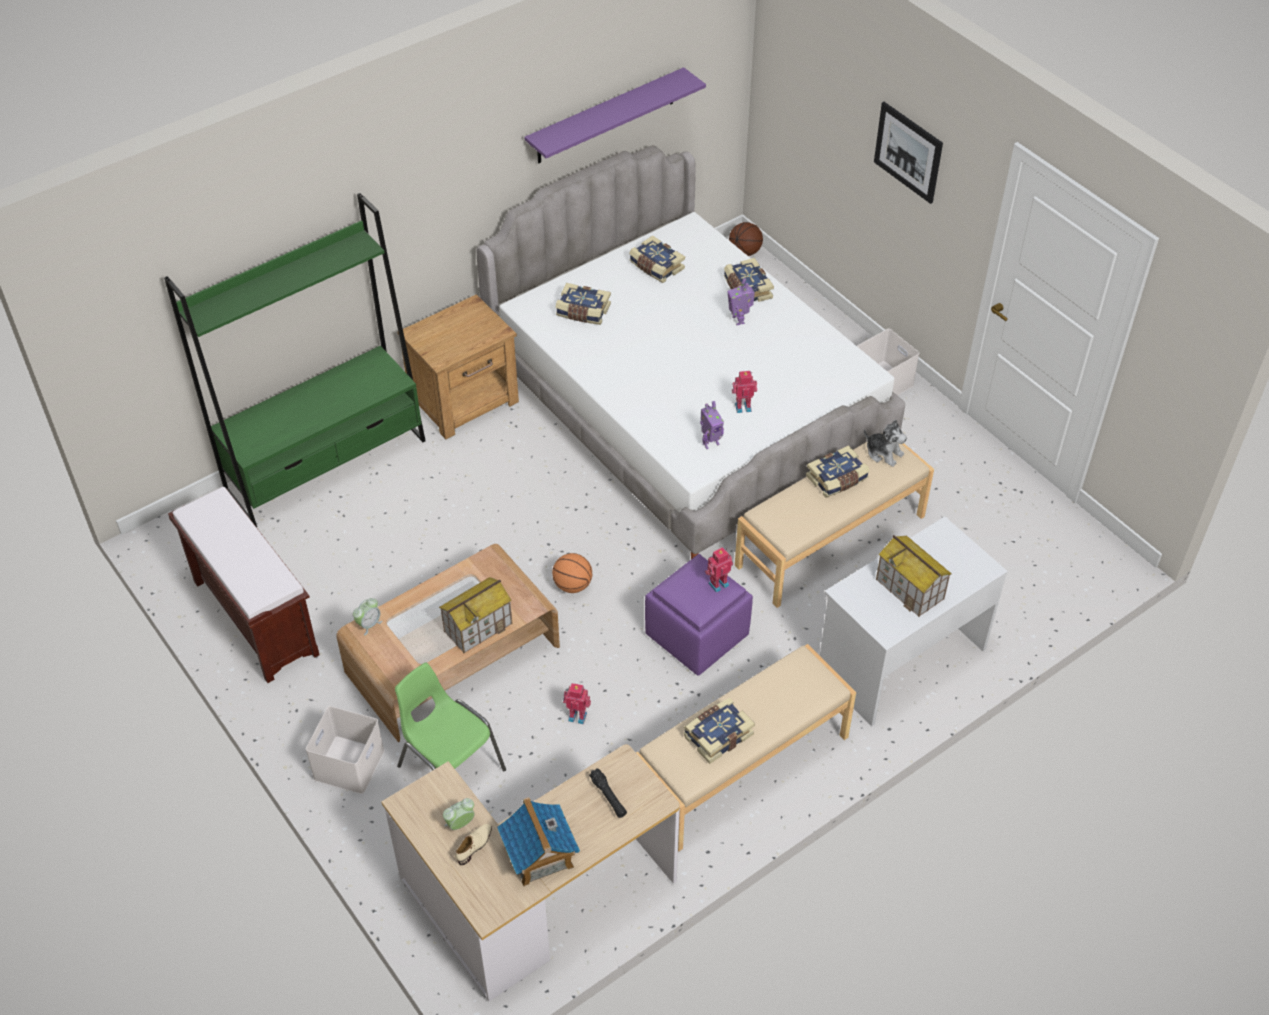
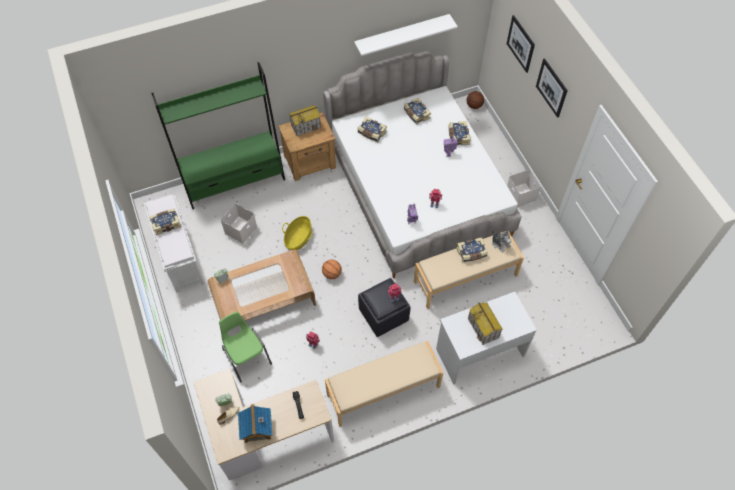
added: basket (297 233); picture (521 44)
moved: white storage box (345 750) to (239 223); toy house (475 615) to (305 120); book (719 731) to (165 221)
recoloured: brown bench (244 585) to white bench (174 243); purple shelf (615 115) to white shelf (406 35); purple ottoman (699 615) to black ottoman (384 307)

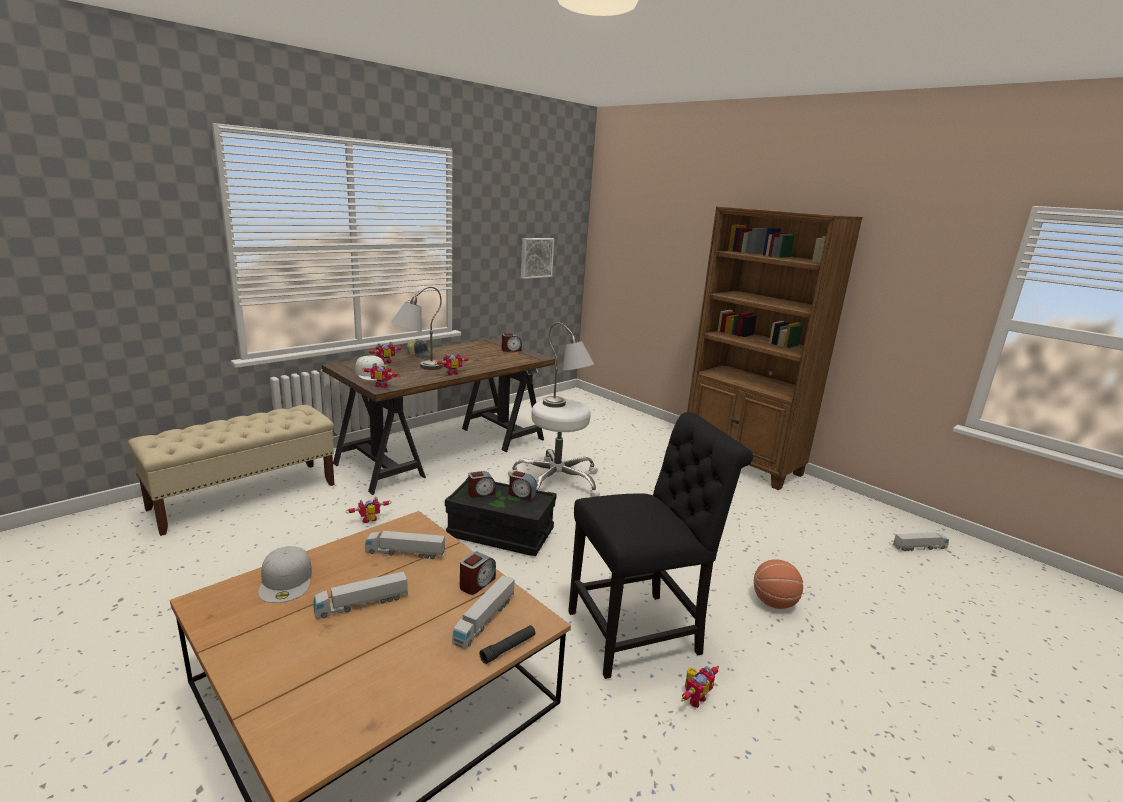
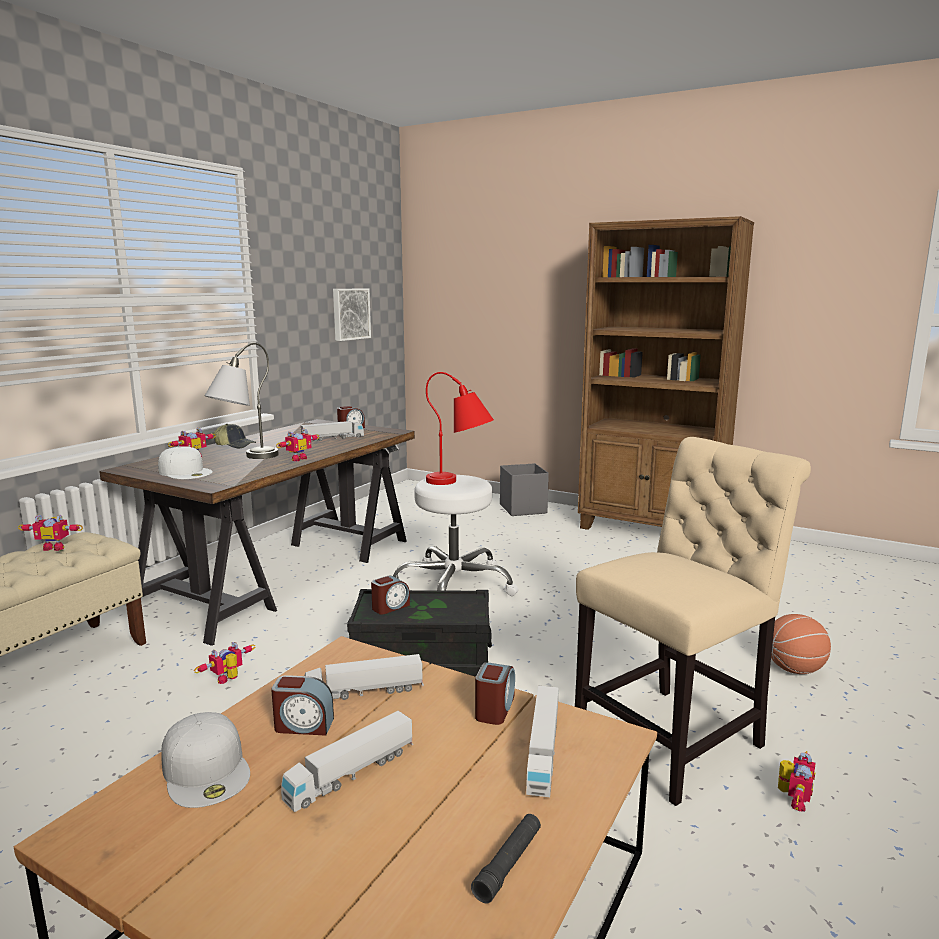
added: grey storage box (524 489)
moved: toy robot (381 375) to (50 533); black flashlight (507 644) to (506 859); alarm clock (523 485) to (302 705); toy truck (921 541) to (332 431)
recoloured: grey table lamp (568 365) to red table lamp (460 428); black chair (660 545) to beige chair (693 621)

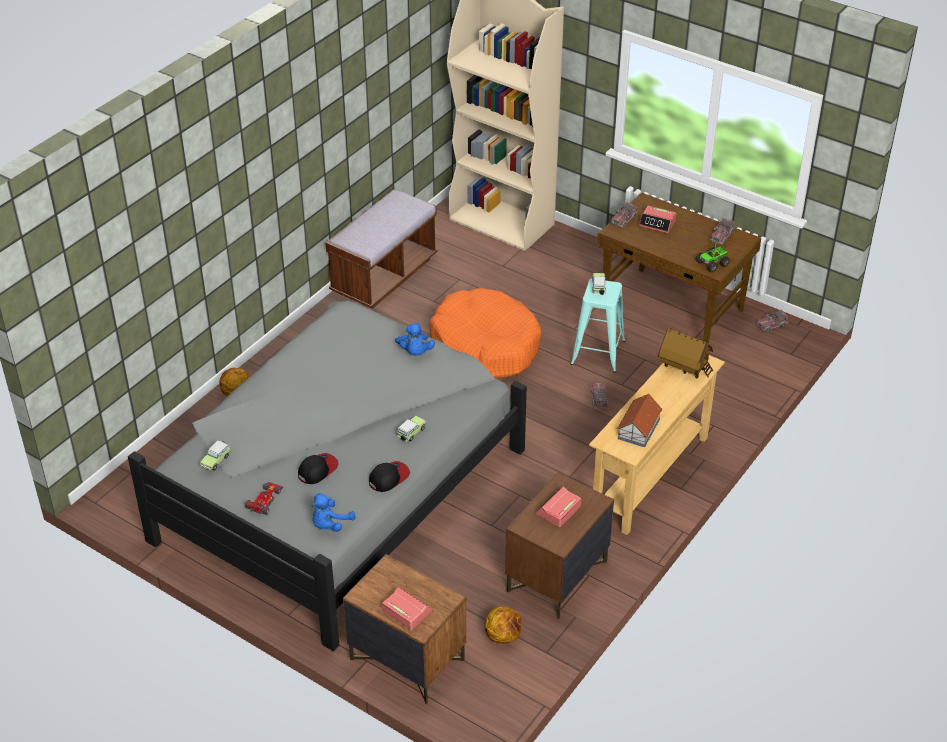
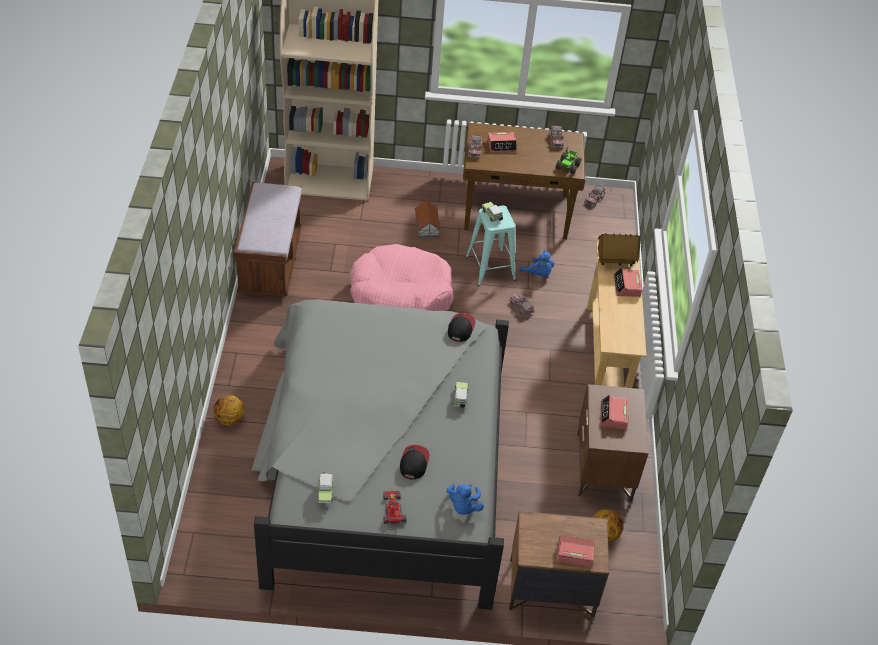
added: alarm clock (628 282)
moved: cap (389 476) to (461 327); blue plush toy (415 339) to (537 263); toy house (639 420) to (427 219)
recoloured: orange dog bed (485 333) to pink dog bed (401 277)

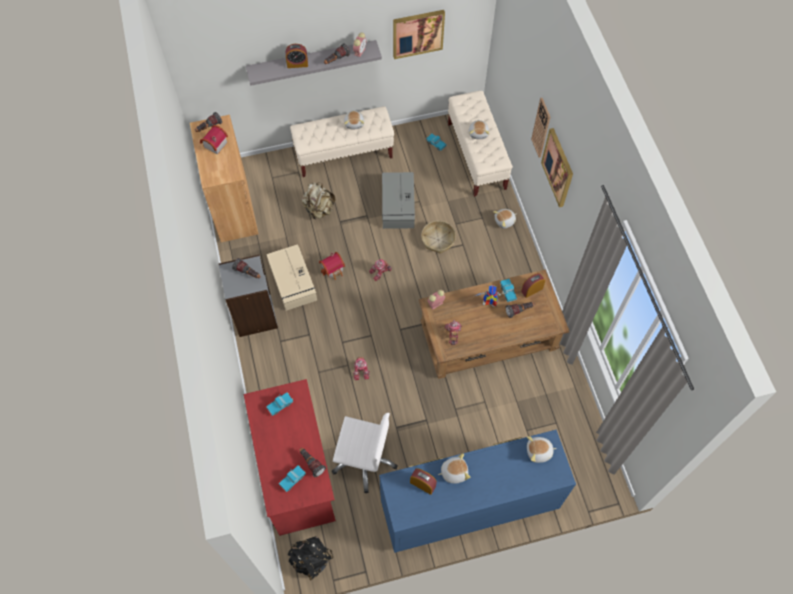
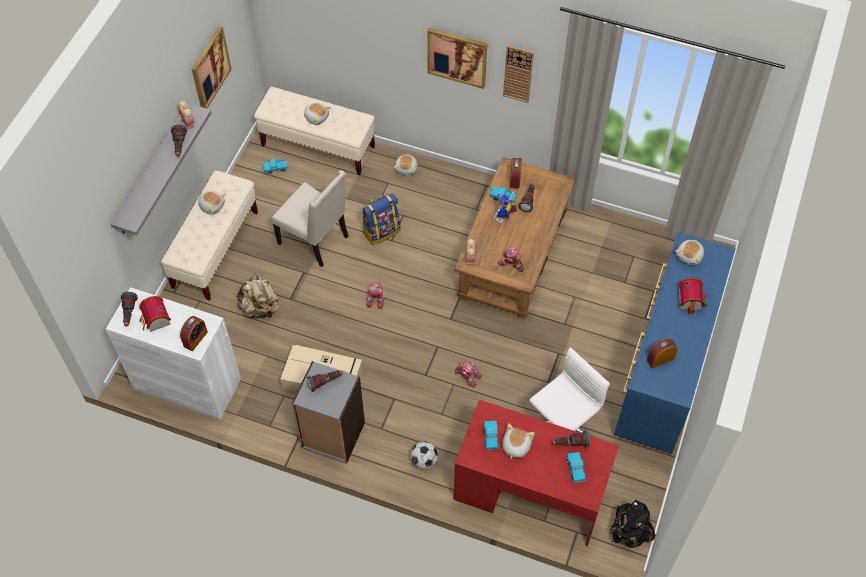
added: football (424 455)
moved: alarm clock (297 56) to (194 333); toy house (332 266) to (693 296); plush toy (454 468) to (518 441); wall clock (540 128) to (518 74)
replaced: grey storage box (398 200) to beige chair (310 218); basket (438 237) to backpack (381 219)
recoloured: brown cabinet (224 178) to white cabinet (173 353)

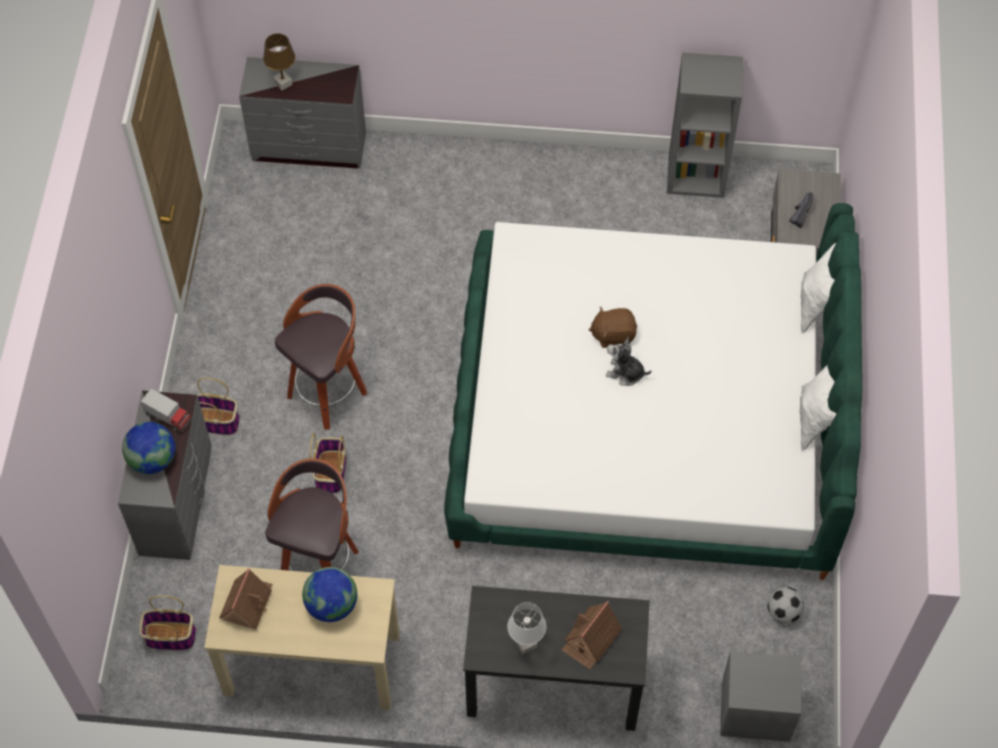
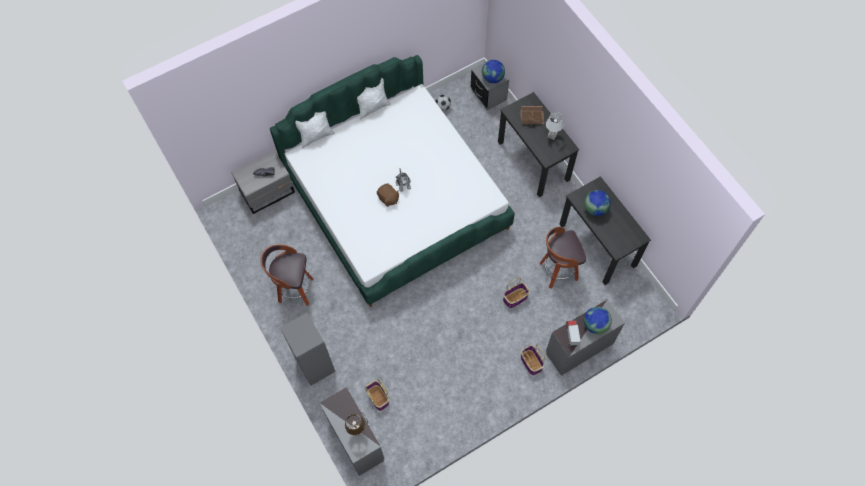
removed: toy house (246 598)
added: globe (493 71)
moved: basket (167 623) to (377 395); stool (321 357) to (287 275); grey bookcase (705 125) to (308 349)
recoloured: beige desk (301 637) to black desk (605 230)

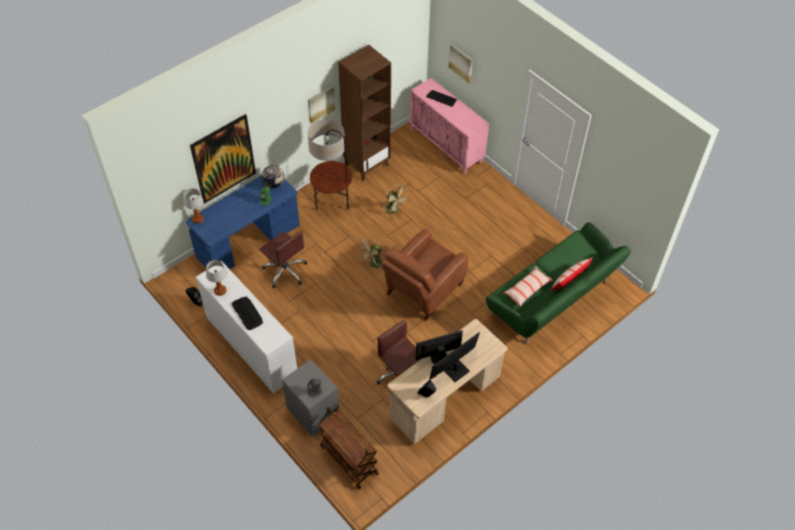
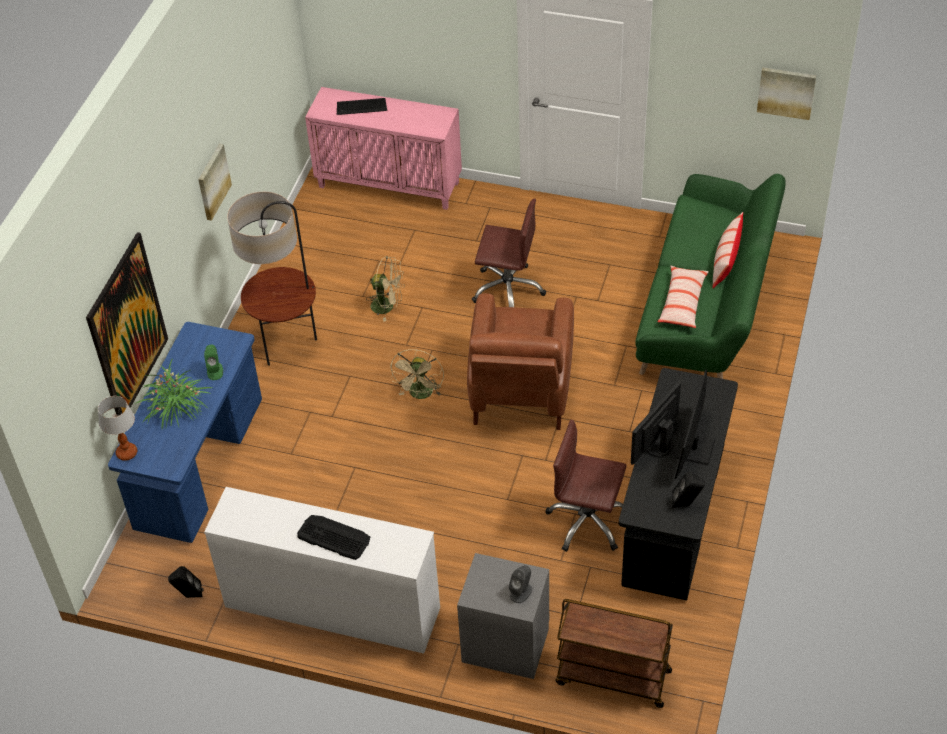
removed: table lamp (216 278); globe (273 176); brown bookcase (364 113)
added: potted plant (173 393)
moved: brown office chair (283 259) to (509 253); picture (461 63) to (786 93)
recoloured: beige desk (447 381) to black desk (678 484)

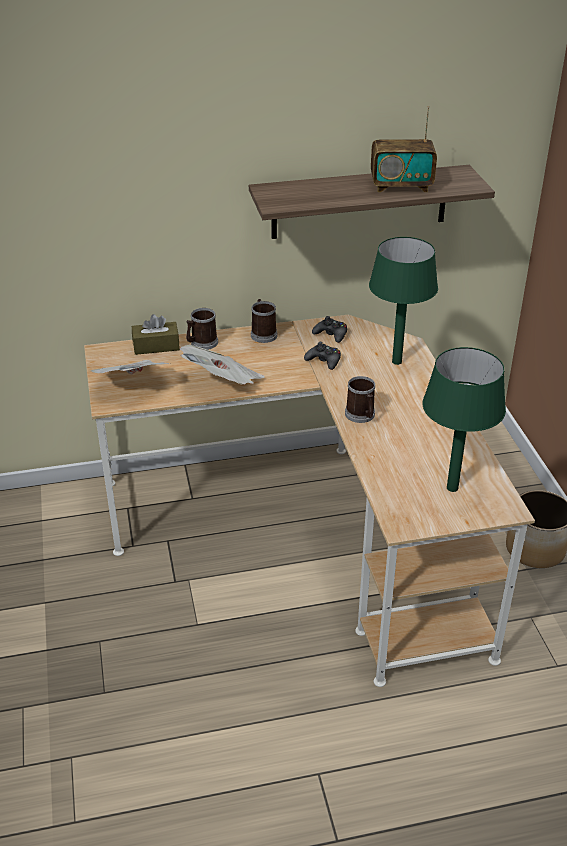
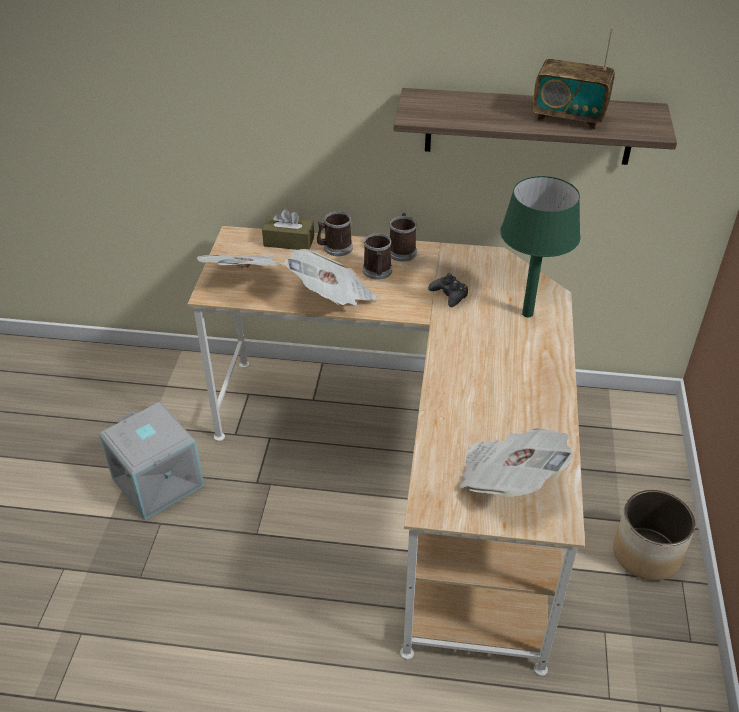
removed: black game controller (329 329)
added: grey storage box (151 461)
moved: mug (360 399) to (377 256)
replaced: green table lamp (464 419) to newspaper (516 462)

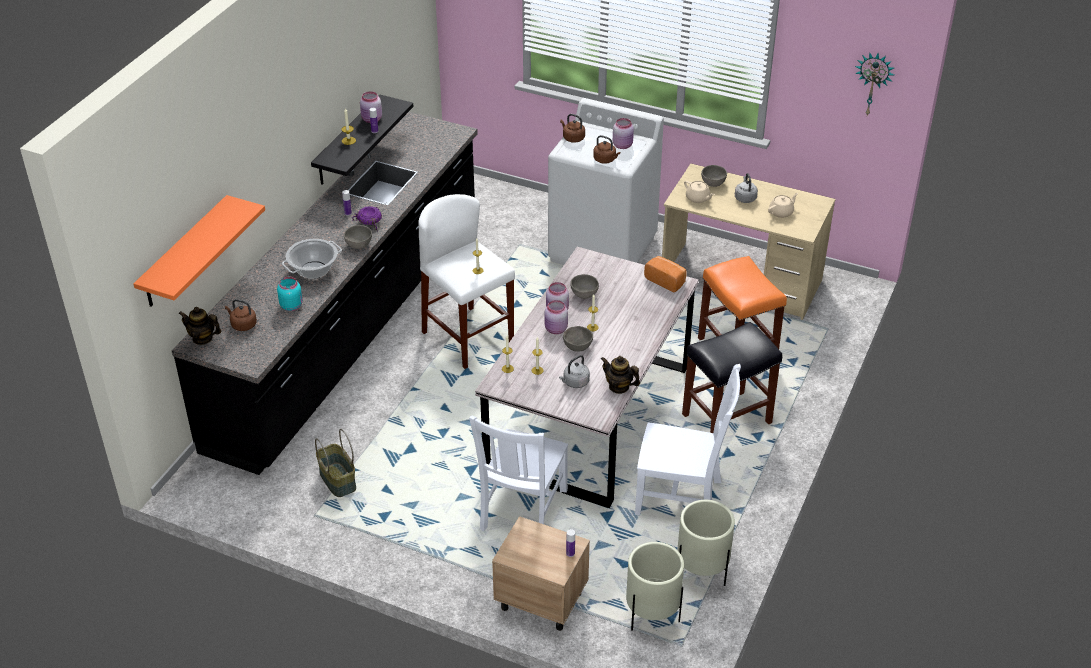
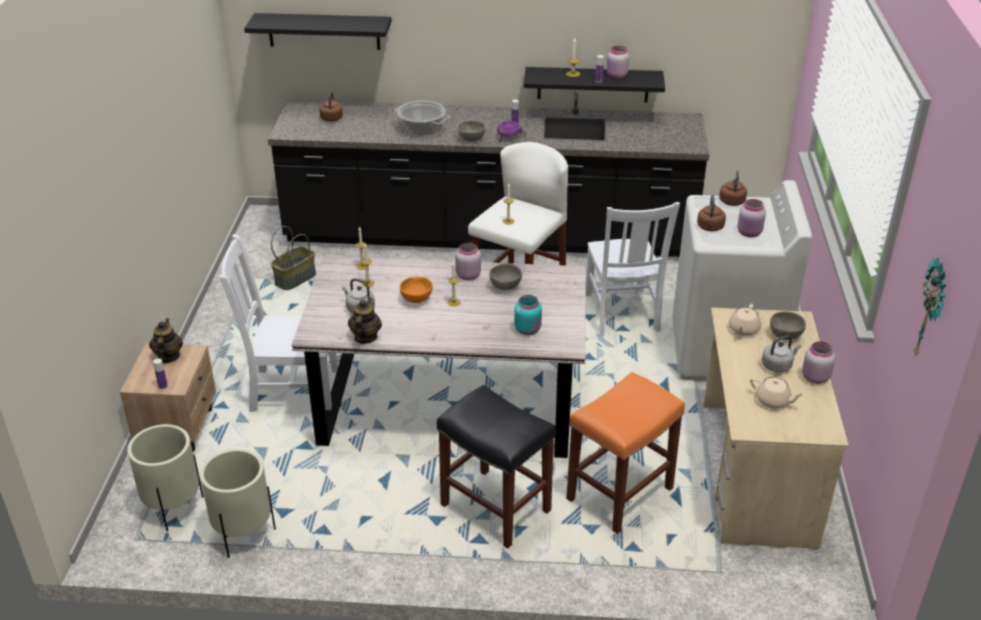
removed: bread (665 274)
moved: teapot (200 326) to (166 340); turquoise jar (290 294) to (528 315); pink jar (556 317) to (818 363); white chair (688 439) to (633 269)
recoloured: orange shelf (199 251) to black shelf (317 31); grey bowl (578 339) to orange bowl (416 290)

